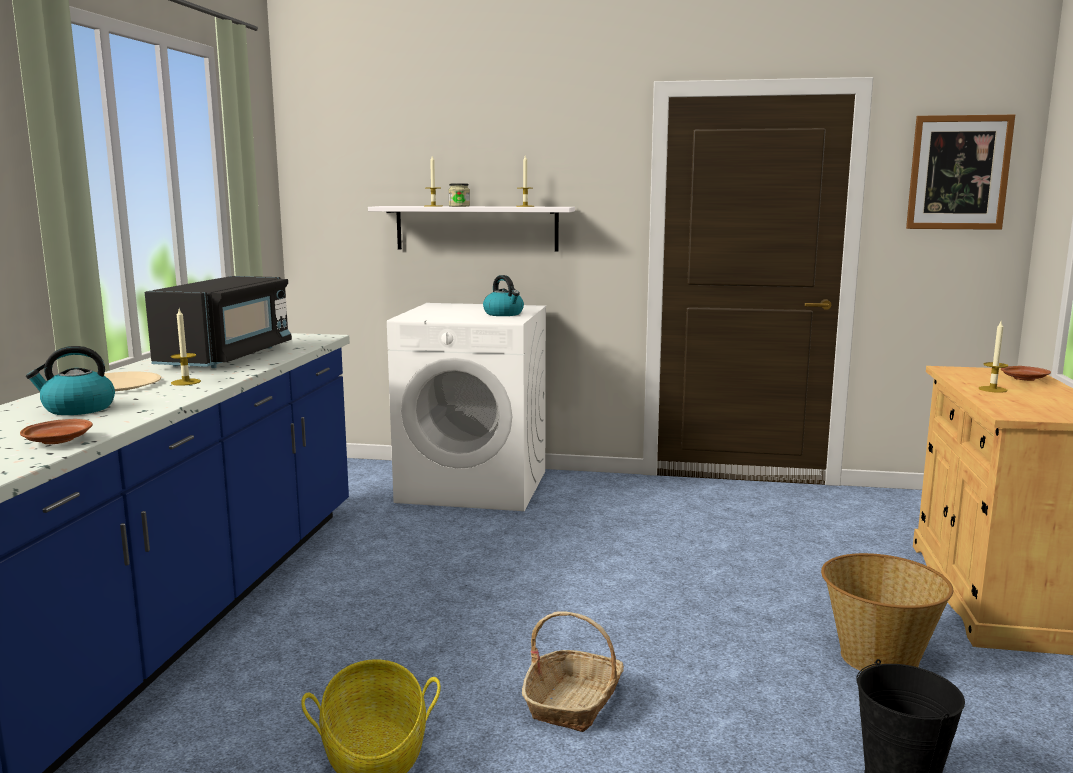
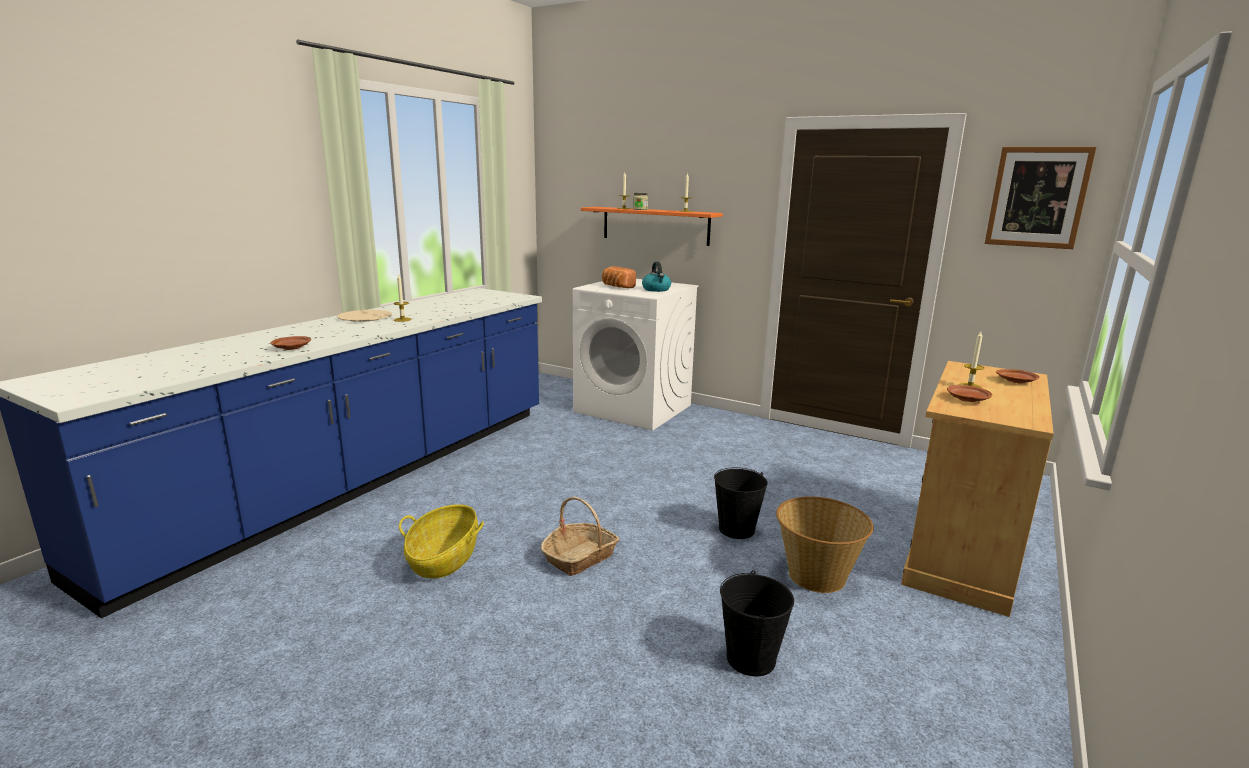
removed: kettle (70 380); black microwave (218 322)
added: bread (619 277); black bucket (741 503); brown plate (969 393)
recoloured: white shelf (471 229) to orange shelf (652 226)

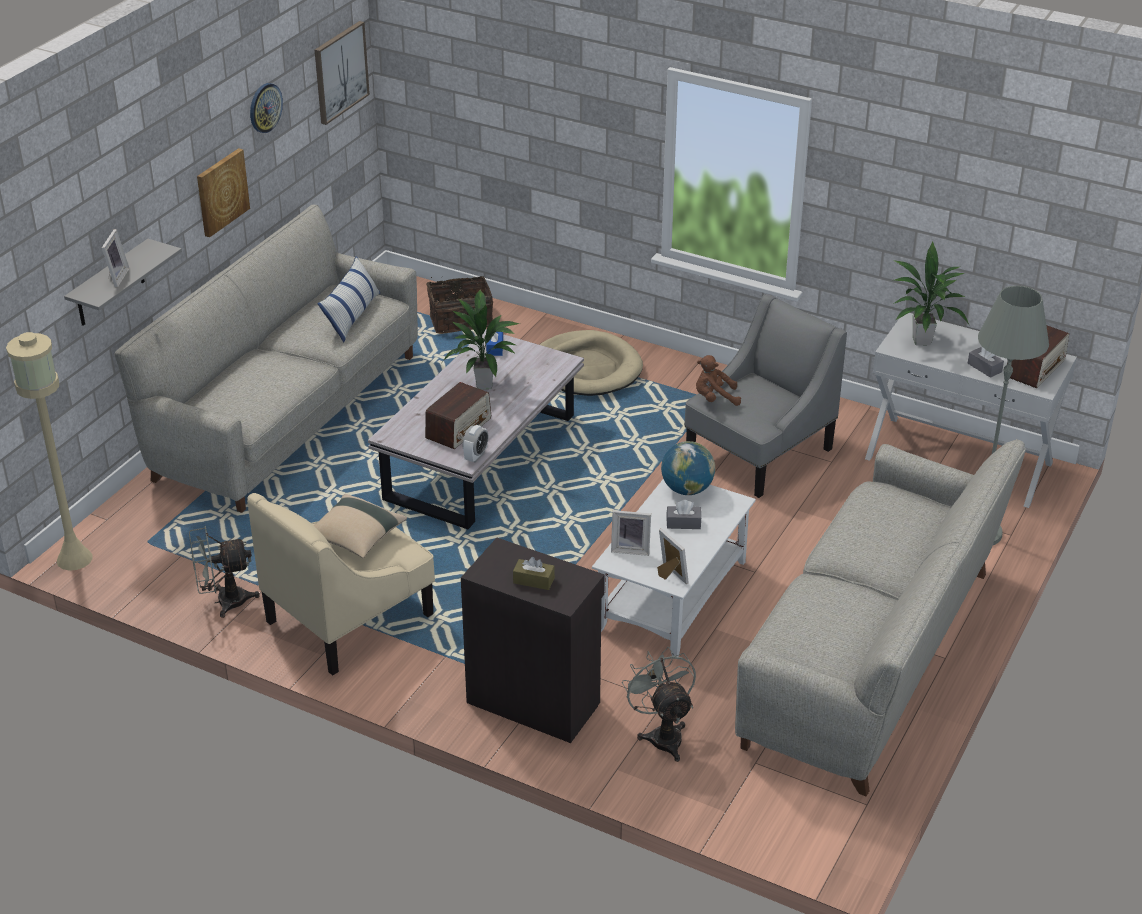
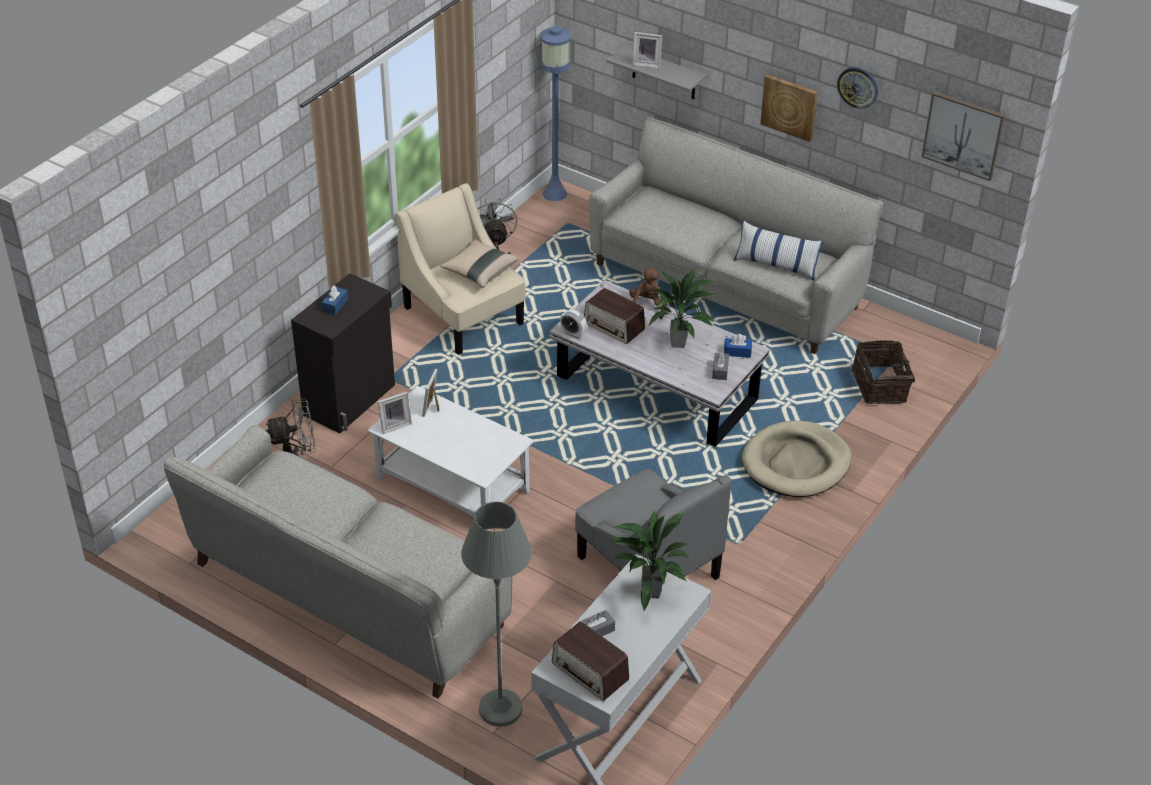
removed: globe (688 468)
moved: grey tissue box (684 514) to (720 365); brown plush toy (718 380) to (648 293)
recoloured: beige floor lamp (49 451) to blue floor lamp (555 113); brown tissue box (534 573) to blue tissue box (335 300)

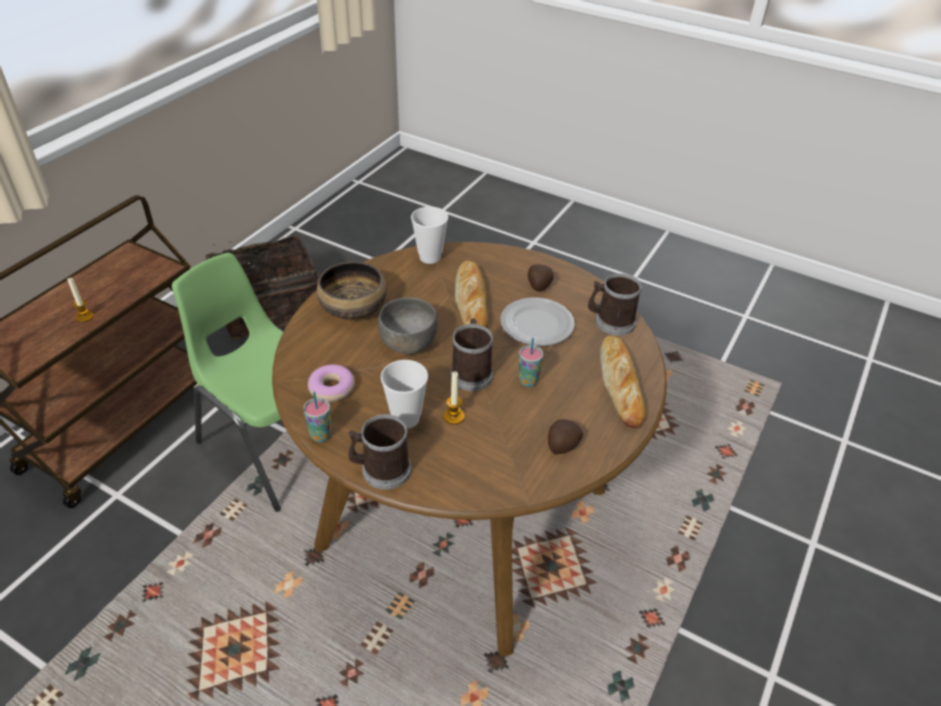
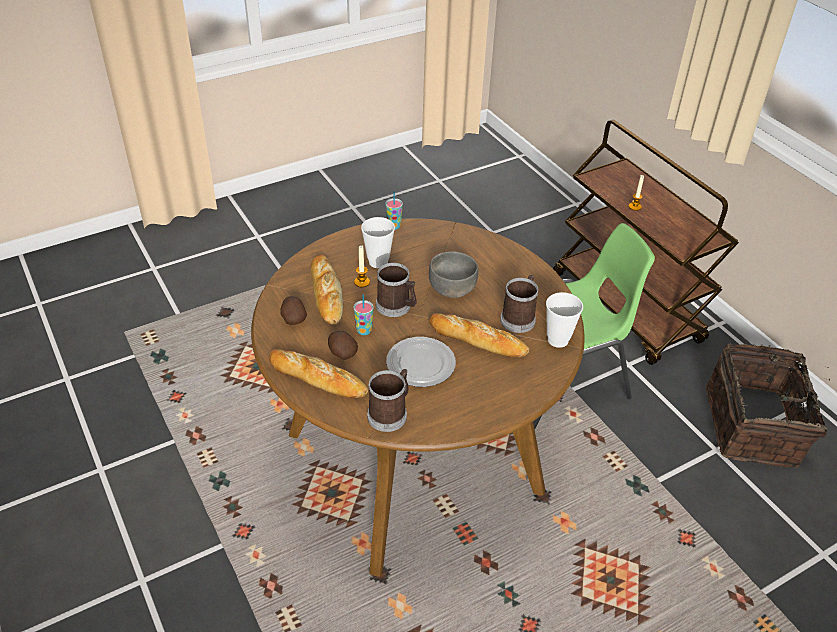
removed: donut (331 383); bowl (352 290)
added: bread (327 290)
moved: mug (379 452) to (519 304); potato (541 278) to (343 345)

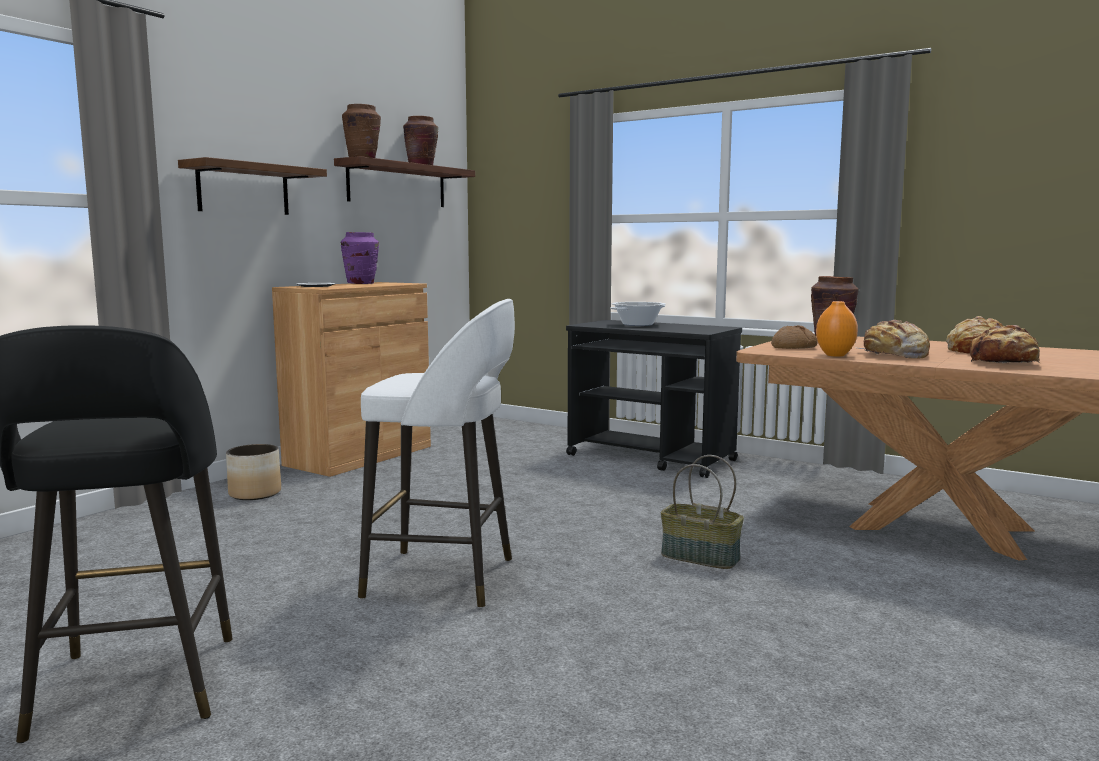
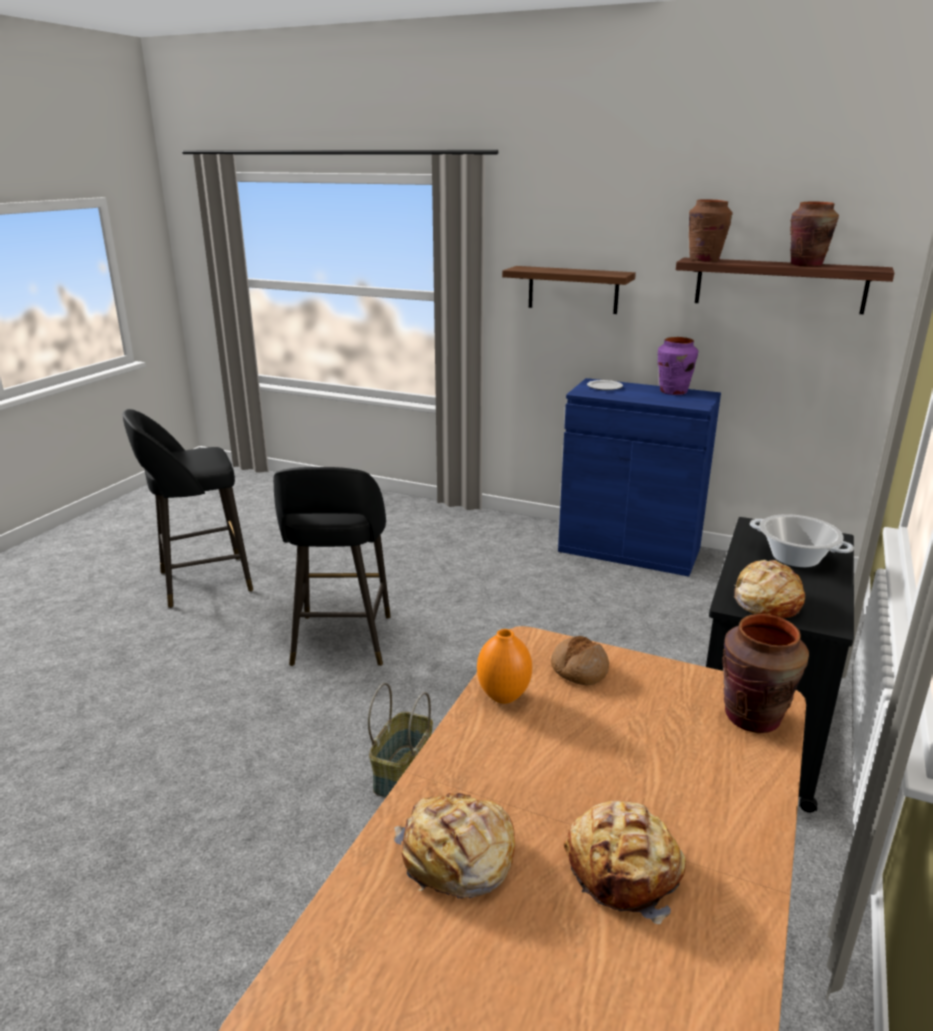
removed: planter (253 472)
moved: bread (892 339) to (769 589)
recoloured: brown cabinet (351 379) to blue cabinet (639 477); white stool (436 453) to black stool (332 566)

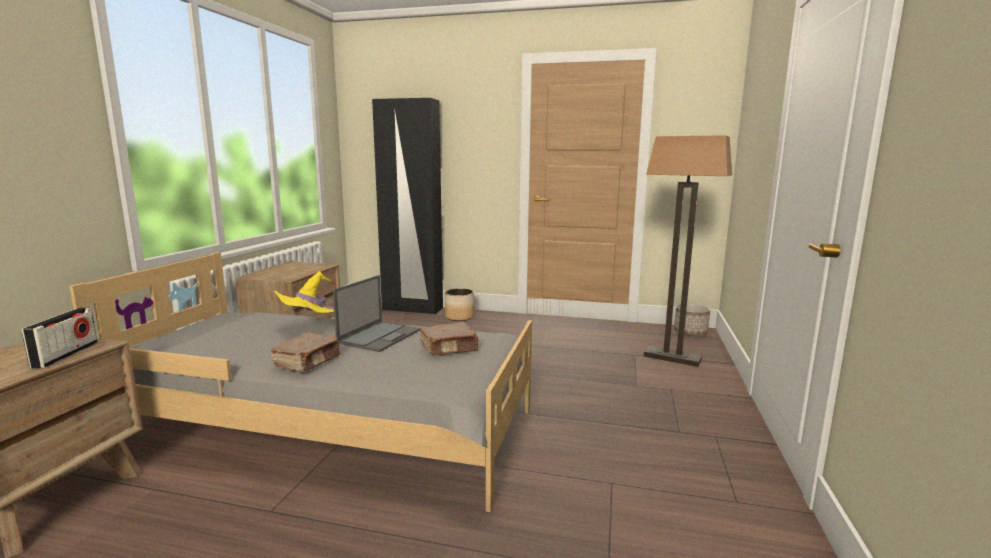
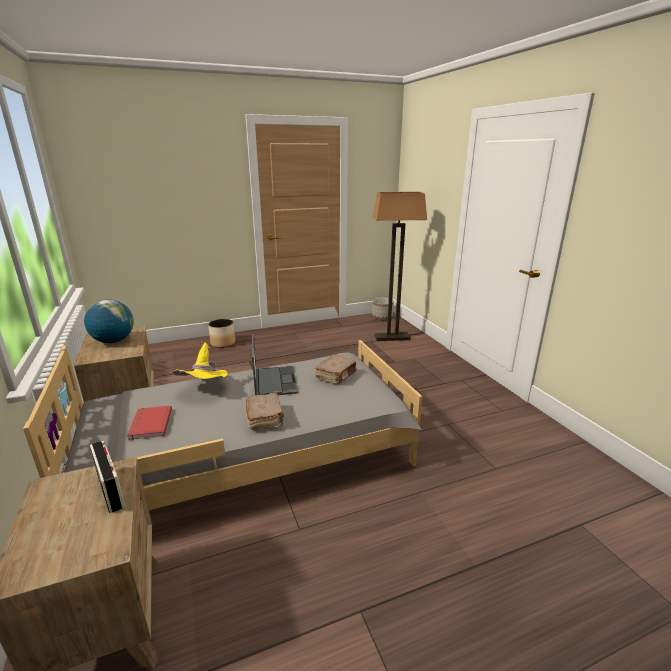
removed: black wardrobe (407 206)
added: globe (109 321); red book (149 422)

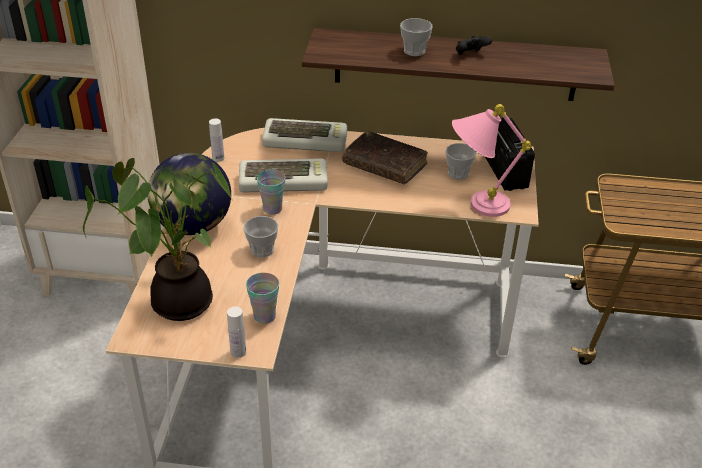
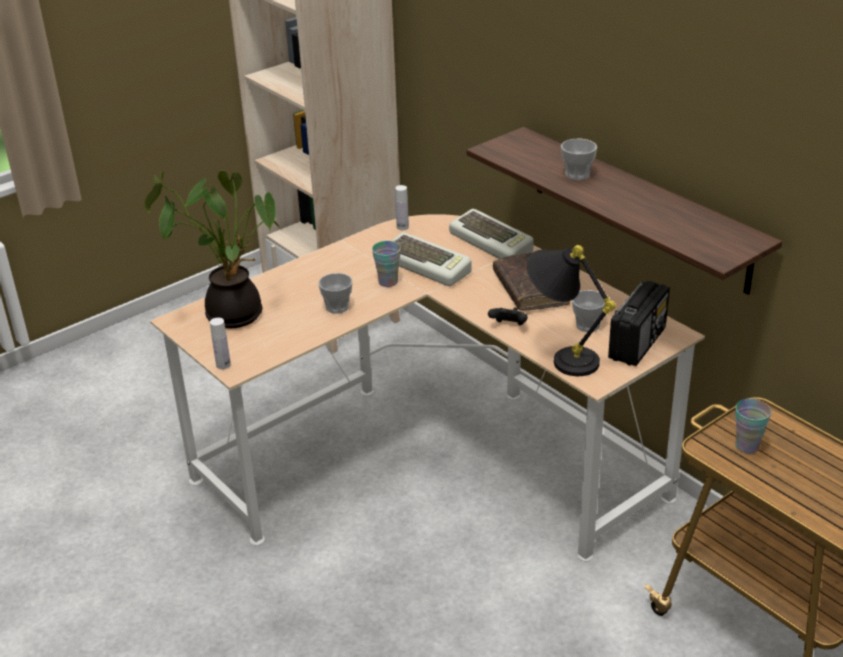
removed: globe (189 194)
moved: cup (262 298) to (753 426); black game controller (474 45) to (508 316)
recoloured: pink table lamp (492 160) to black table lamp (571 310)

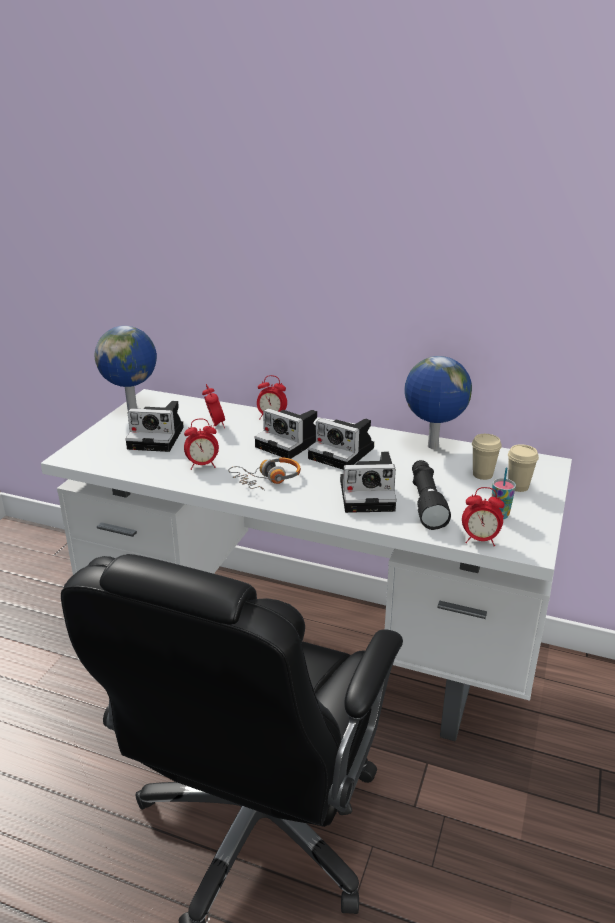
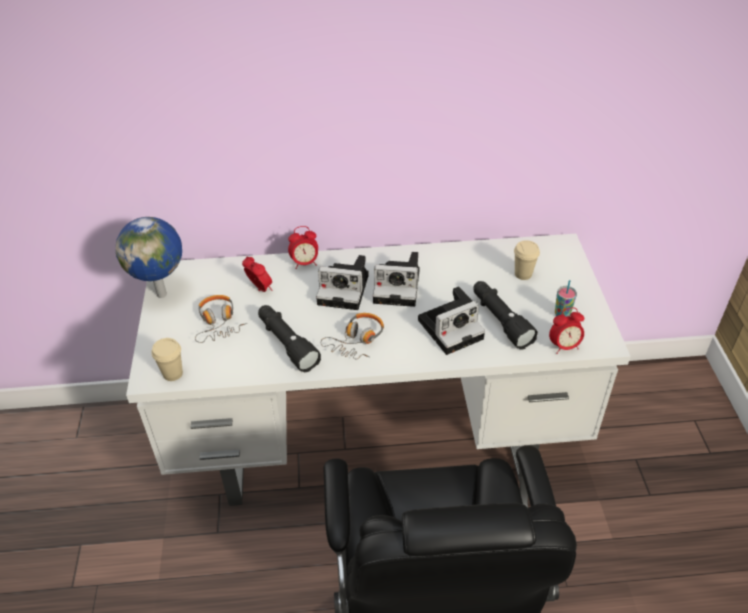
removed: globe (438 402)
moved: beige cup (523 468) to (167 359)
replaced: photo camera (154 426) to headphones (221 319); alarm clock (201 444) to black flashlight (289 338)

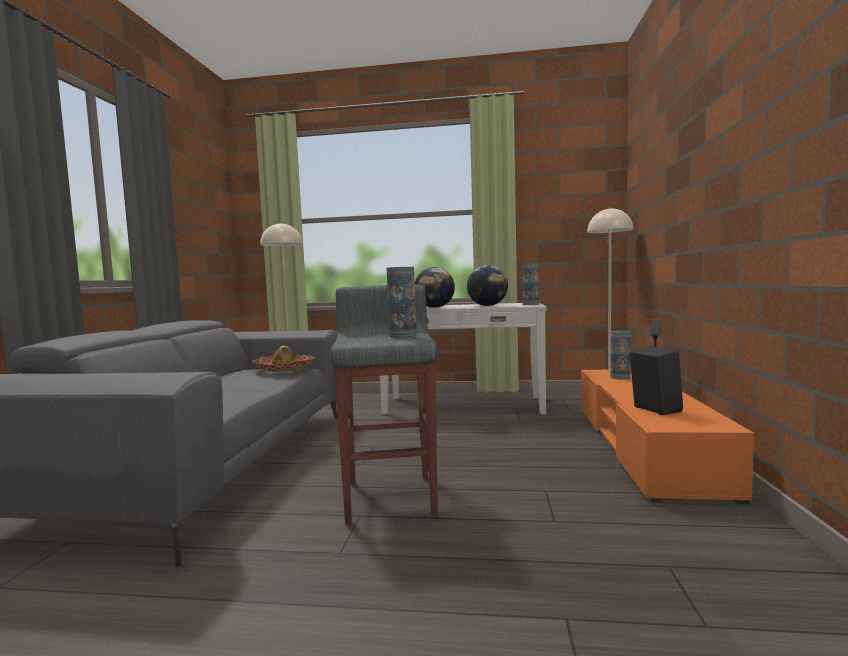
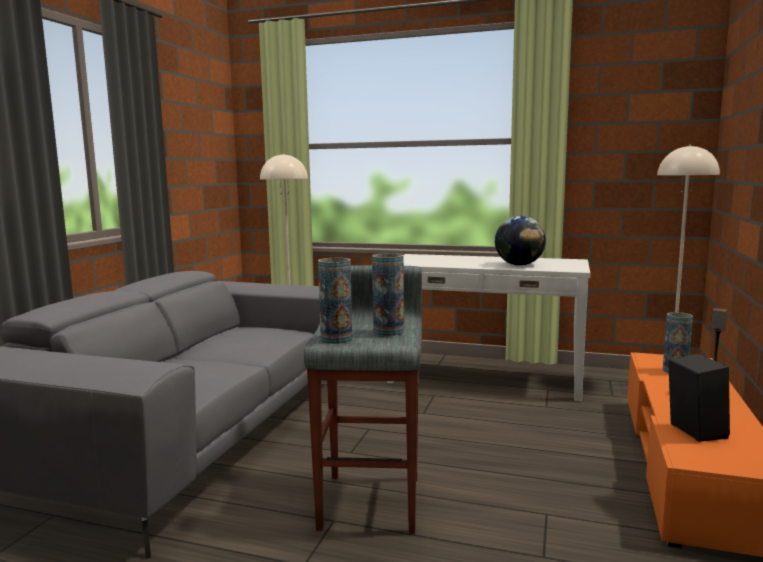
removed: hat (283 358); globe (435 287)
moved: vase (530 284) to (335 301)

